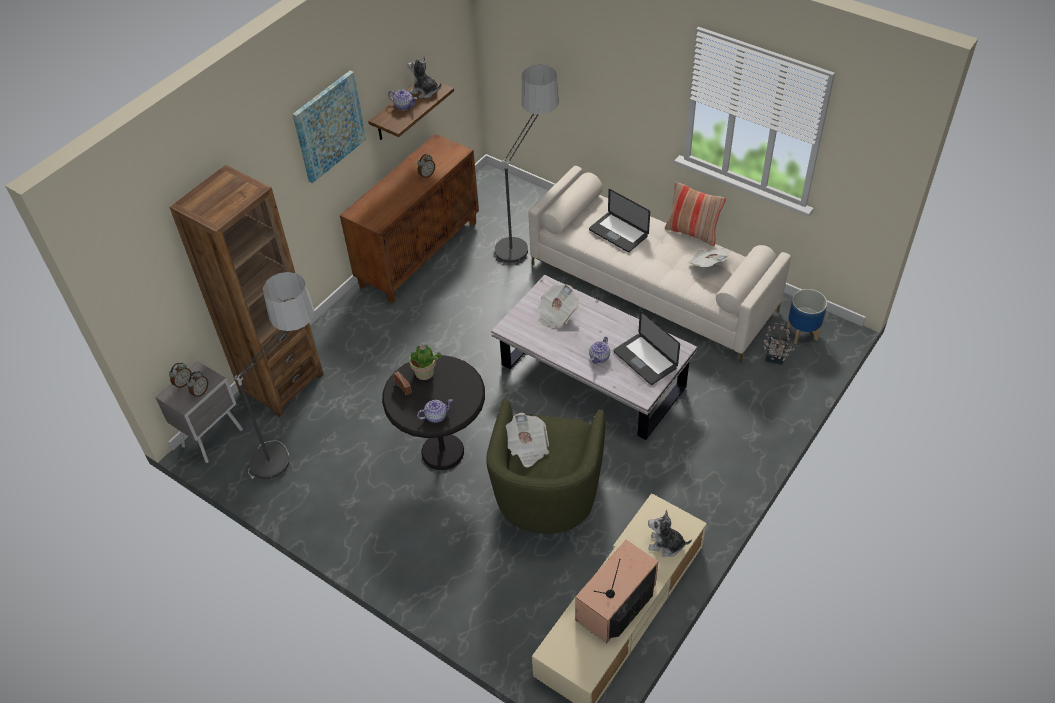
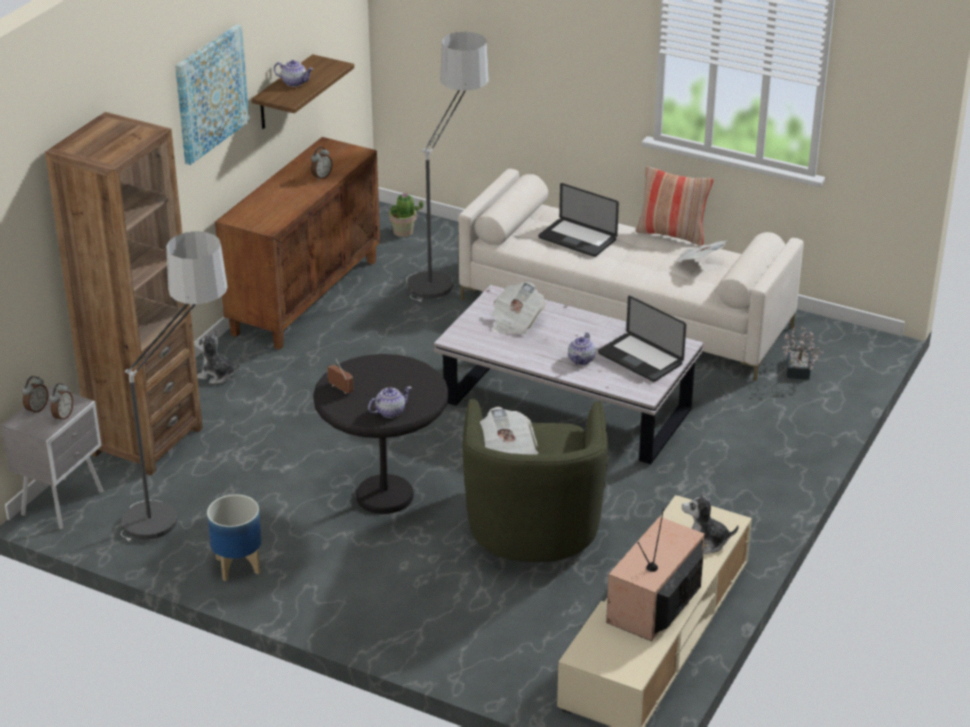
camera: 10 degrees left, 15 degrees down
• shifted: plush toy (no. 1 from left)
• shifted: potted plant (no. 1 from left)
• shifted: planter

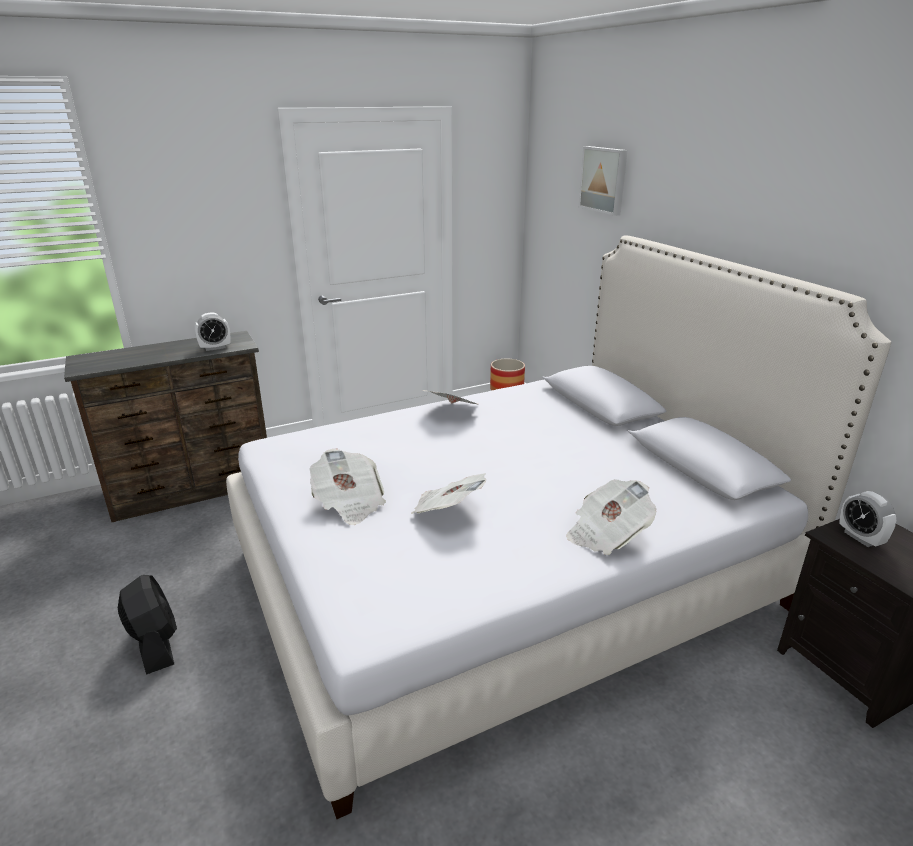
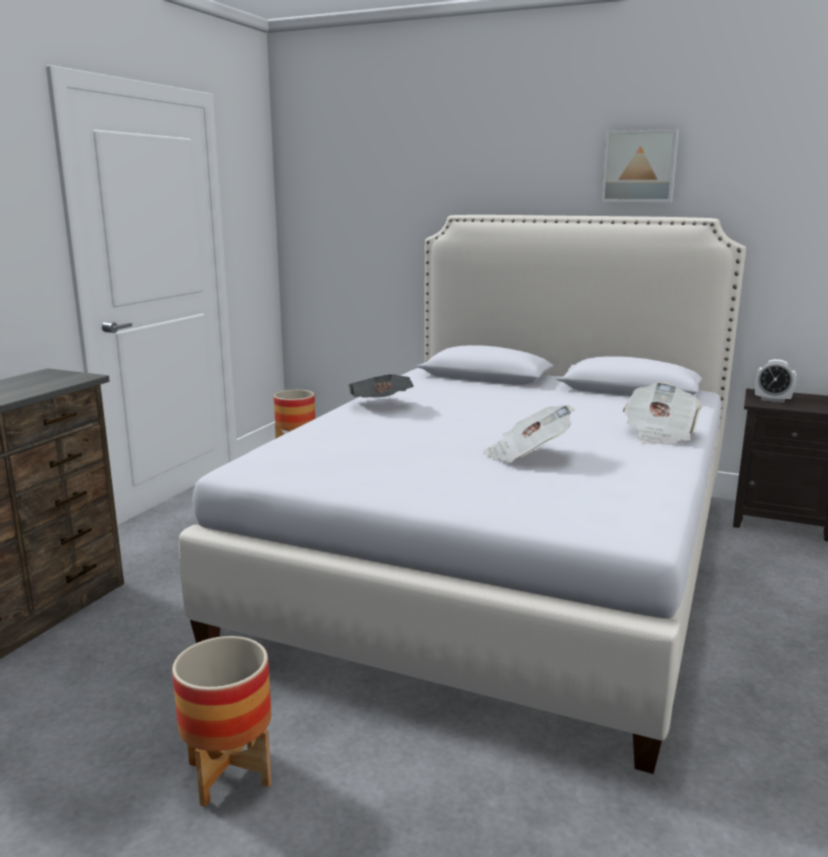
camera: 40 degrees left, 10 degrees down
• swapped: black fan to planter (no. 1 from left)
• gone: alarm clock (no. 1 from left)
• gone: newspaper (no. 1 from left)
• shifted: picture

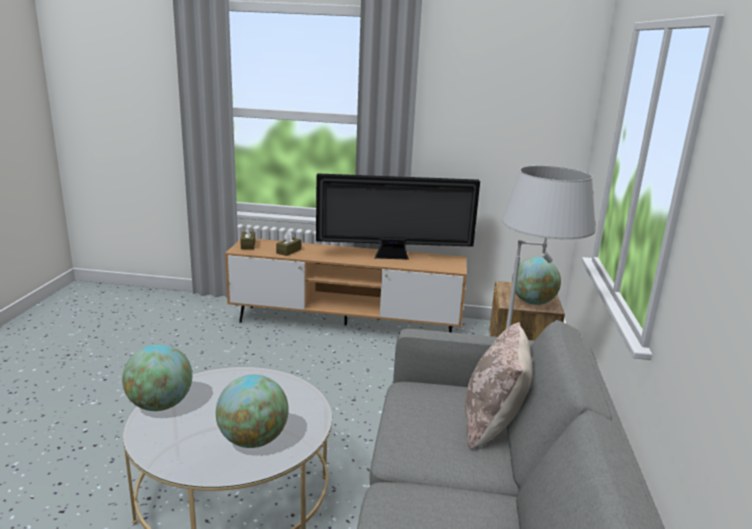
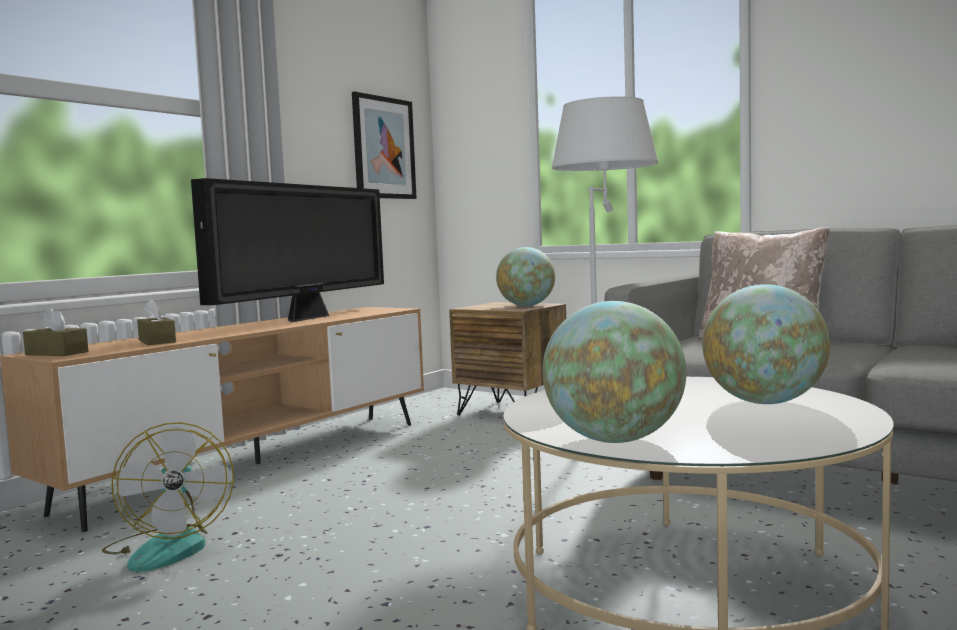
camera: 60 degrees left, 15 degrees down
• new: fan
• new: picture

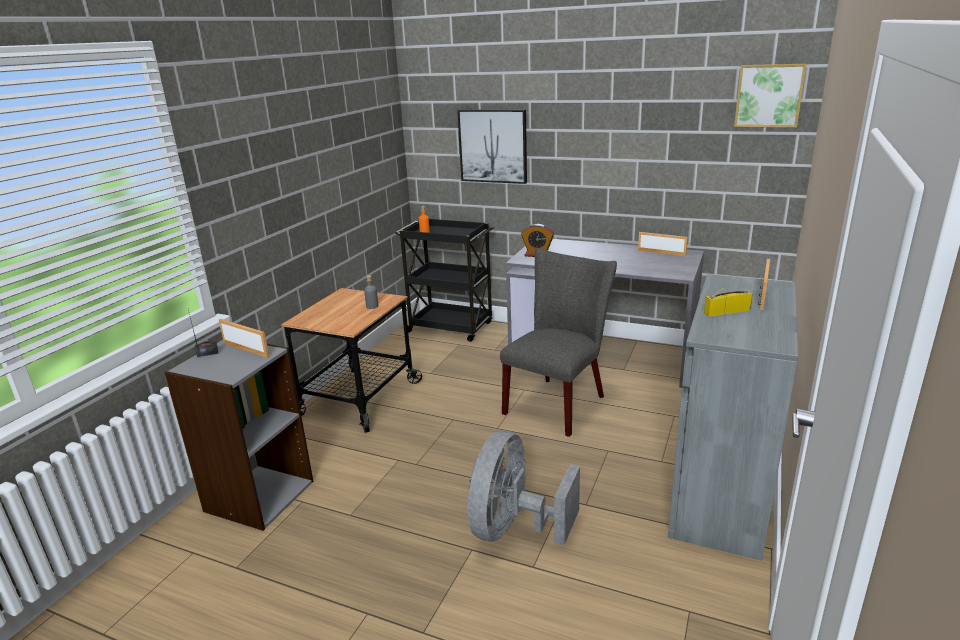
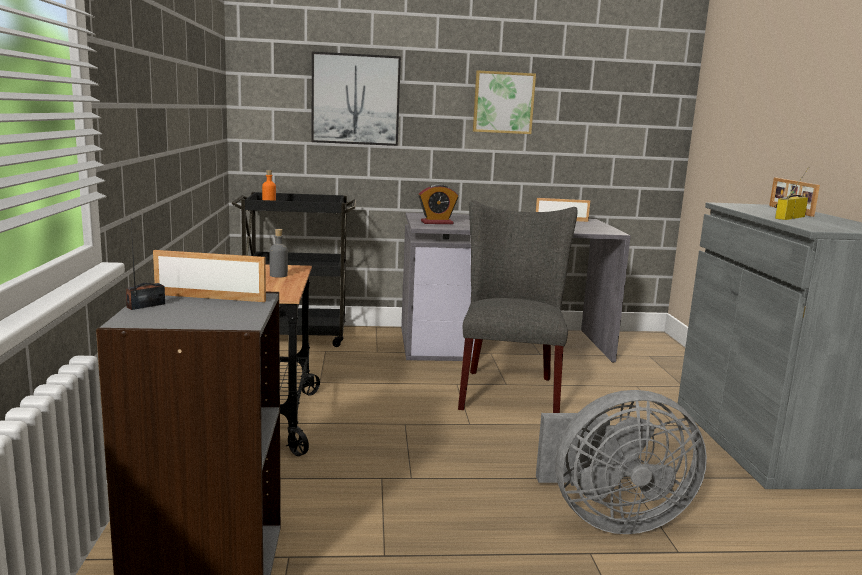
camera: 30 degrees left, 10 degrees down
• rotated: grey fan 90 degrees counterclockwise
• shifted: picture (no. 2 from left)

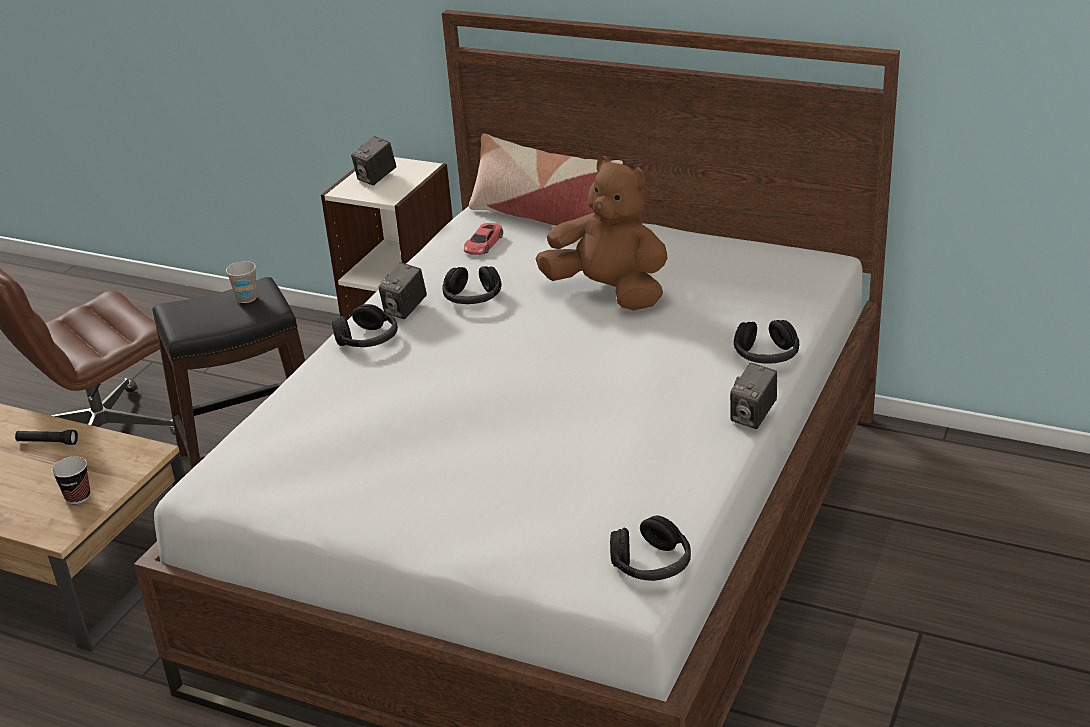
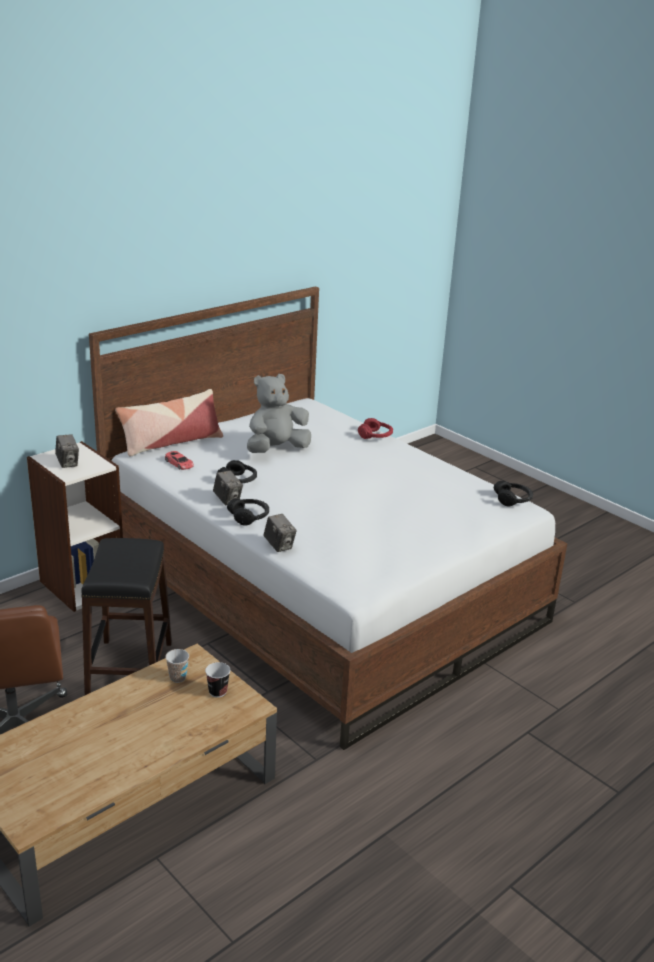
camera: 70 degrees left, 5 degrees down
• gone: black flashlight
• shifted: cup (no. 2 from left in the first image) to cup (no. 1 from left)
• repainted: brown plush toy to grey plush toy
• shifted: photo camera (no. 3 from left)
• repainted: black headphones (no. 4 from left) to red headphones

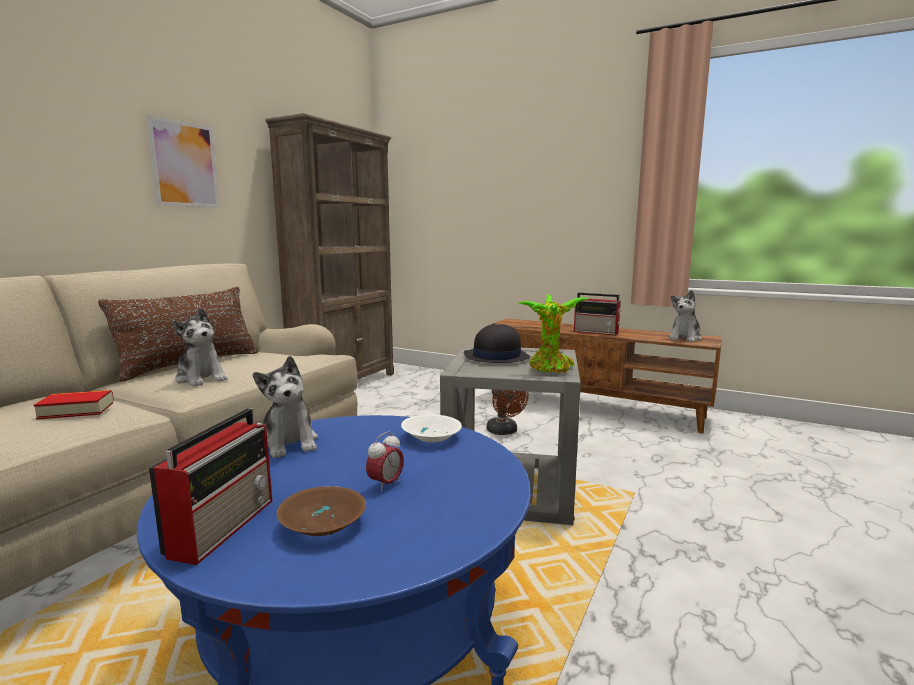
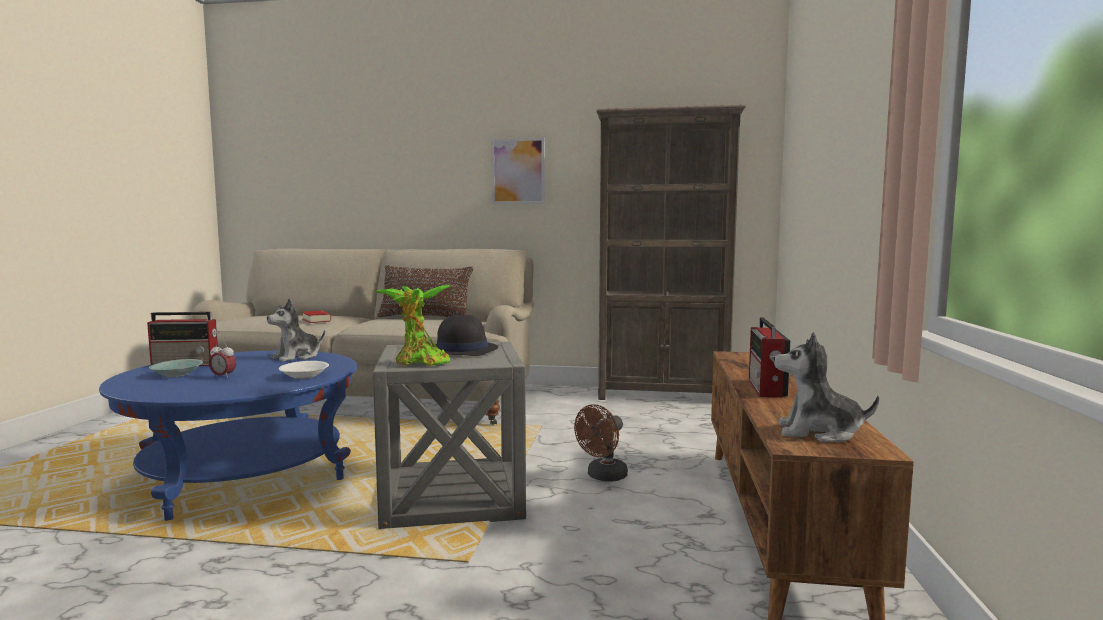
camera: 70 degrees right, 5 degrees down
• gone: plush toy (no. 1 from left)
• repainted: brown bowl to turquoise bowl

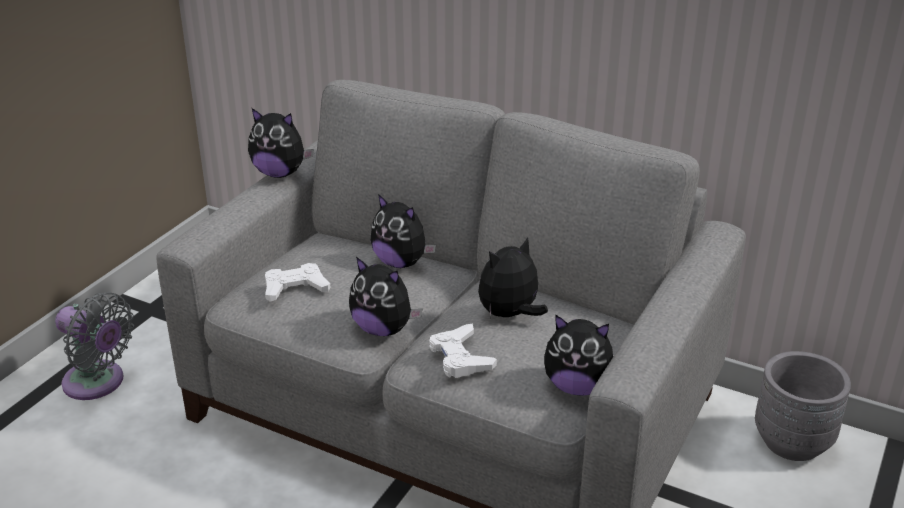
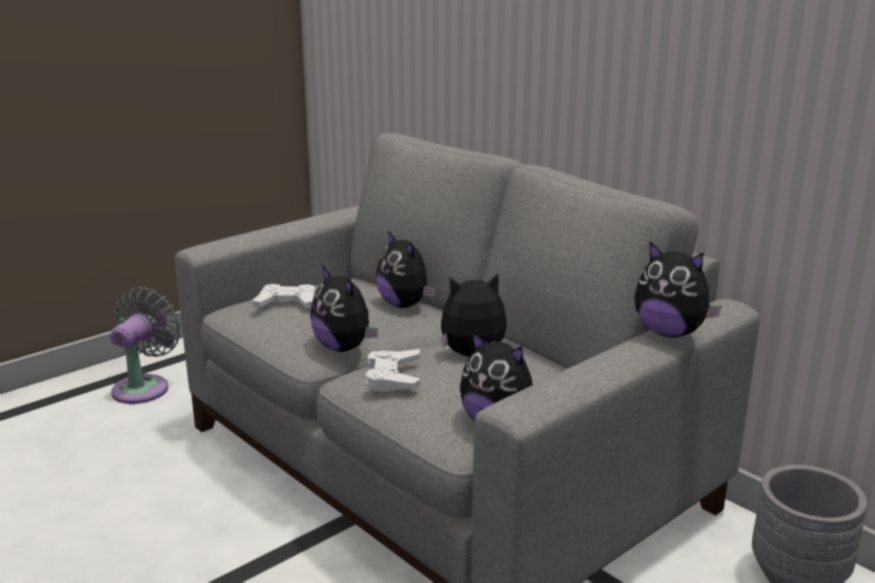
camera: 20 degrees right, 10 degrees down
• rotated: grey fan 120 degrees counterclockwise
• shifted: plush toy (no. 1 from left in the first image) to plush toy (no. 5 from left)

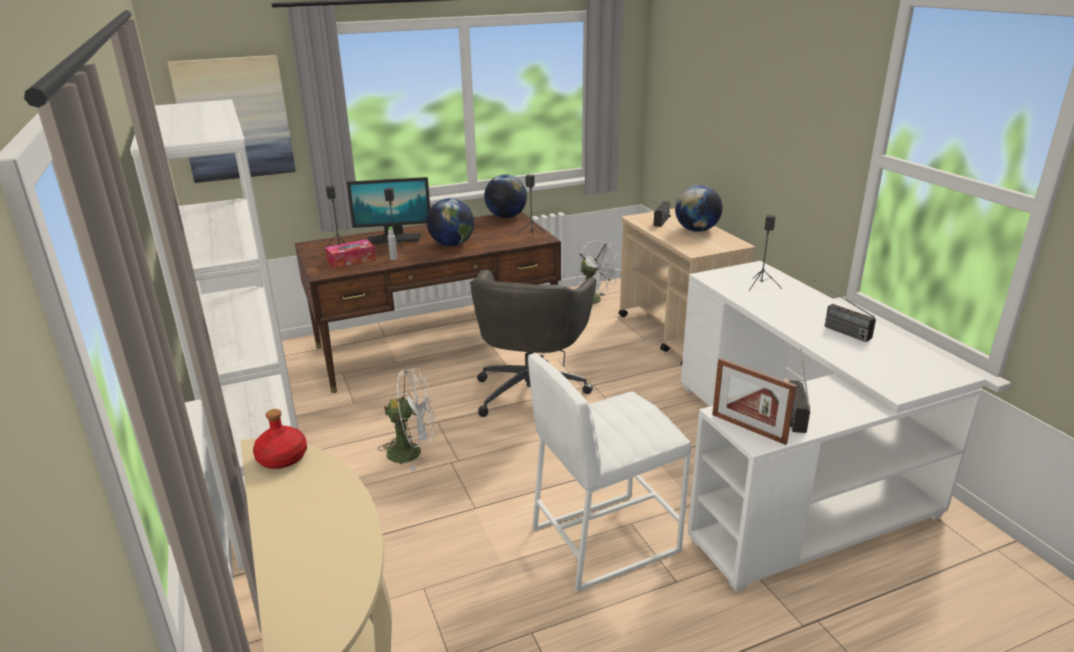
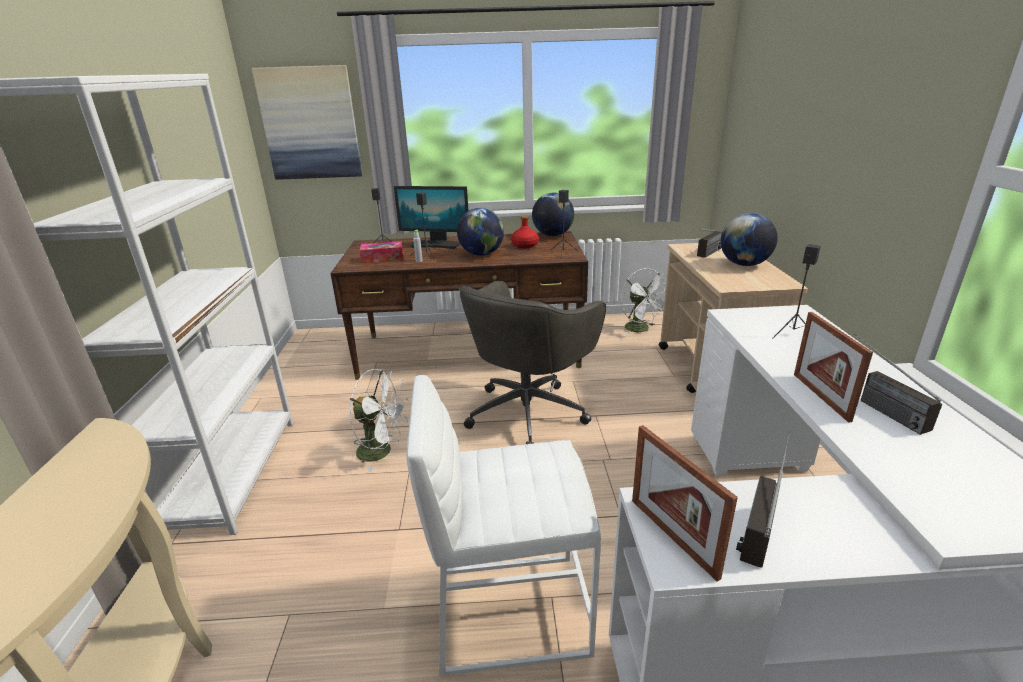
camera: 20 degrees right, 0 degrees up
• shifted: red bottle
• new: picture frame (no. 2 from left)

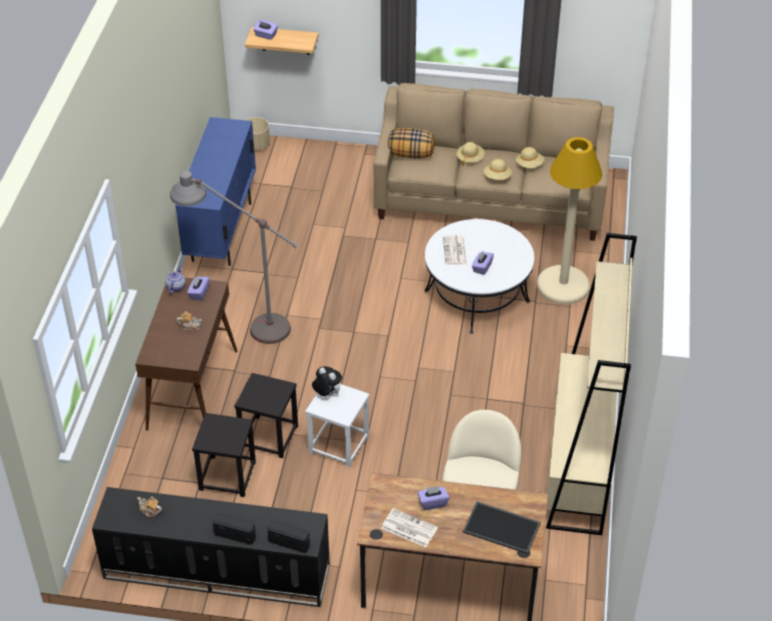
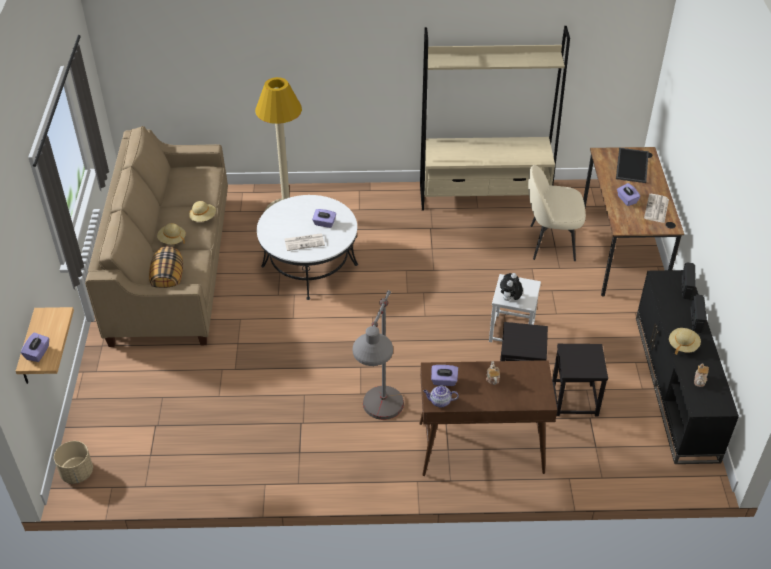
camera: 100 degrees left, 0 degrees up
• gone: blue cabinet
• shifted: beige hat (no. 3 from left)

